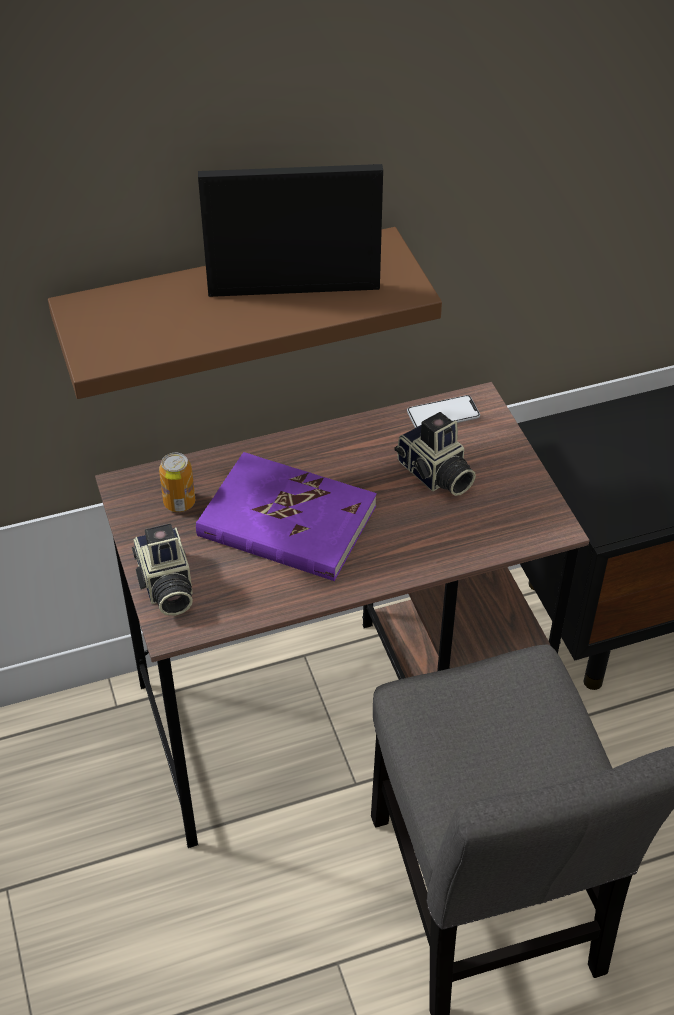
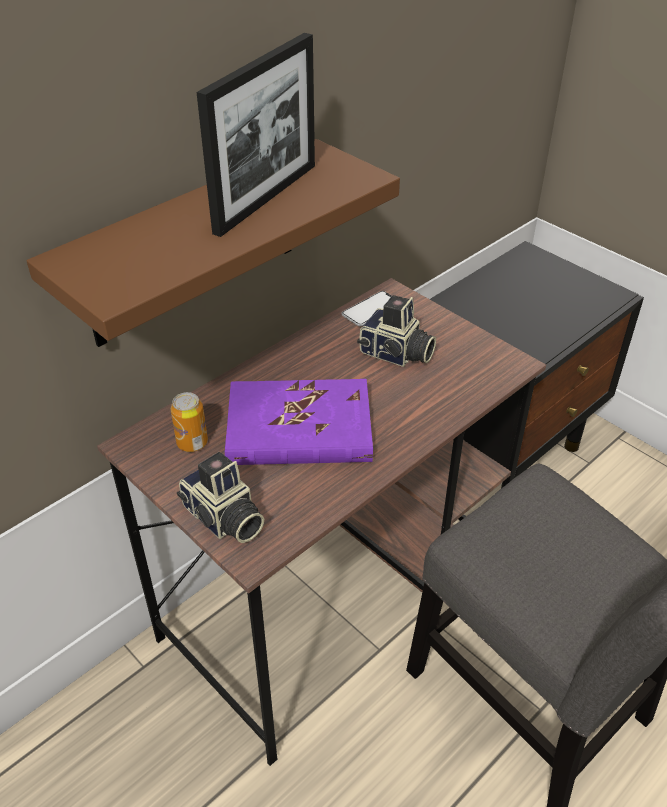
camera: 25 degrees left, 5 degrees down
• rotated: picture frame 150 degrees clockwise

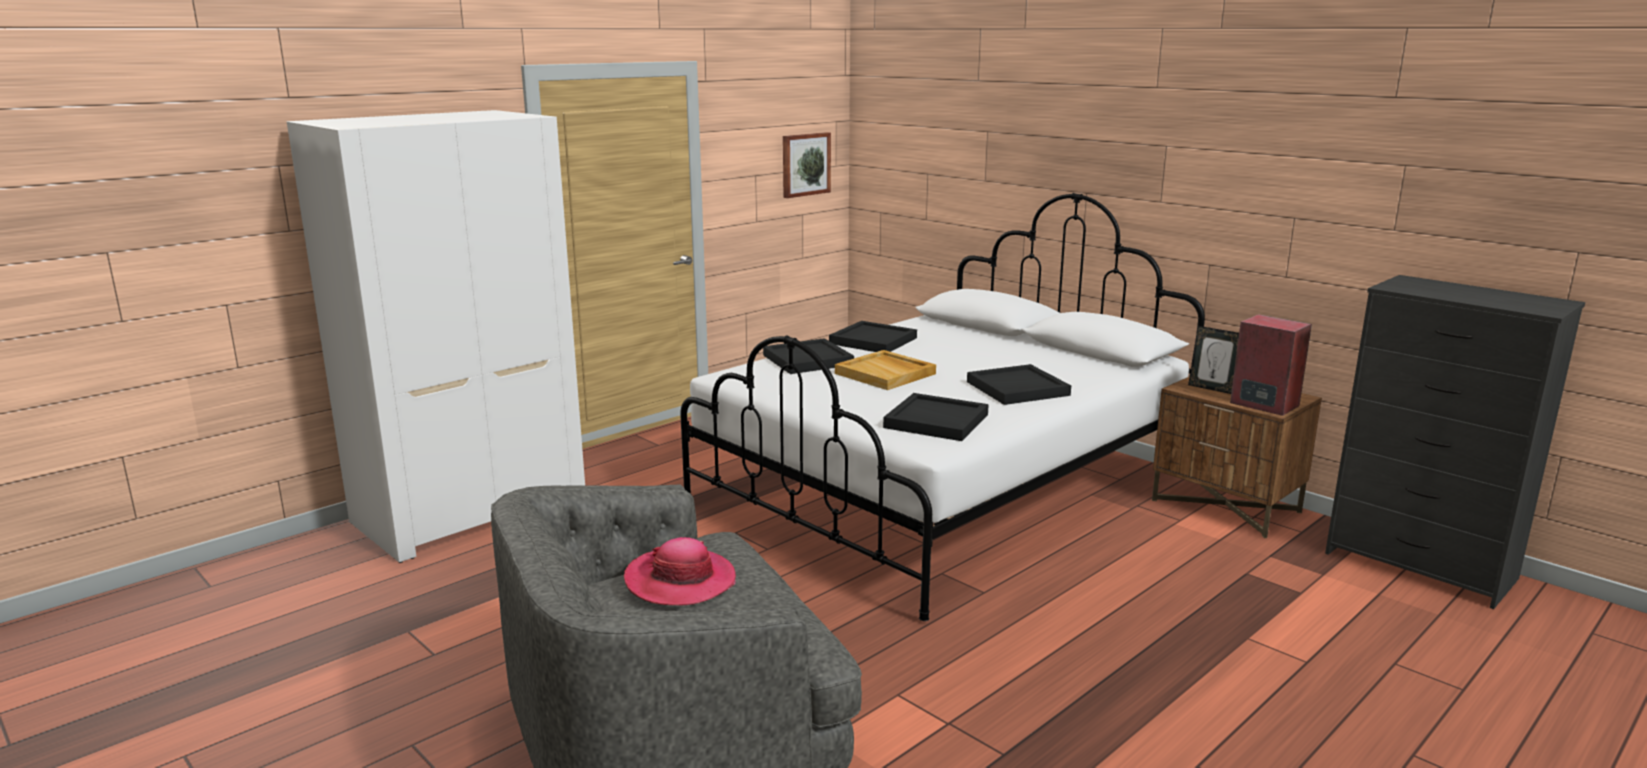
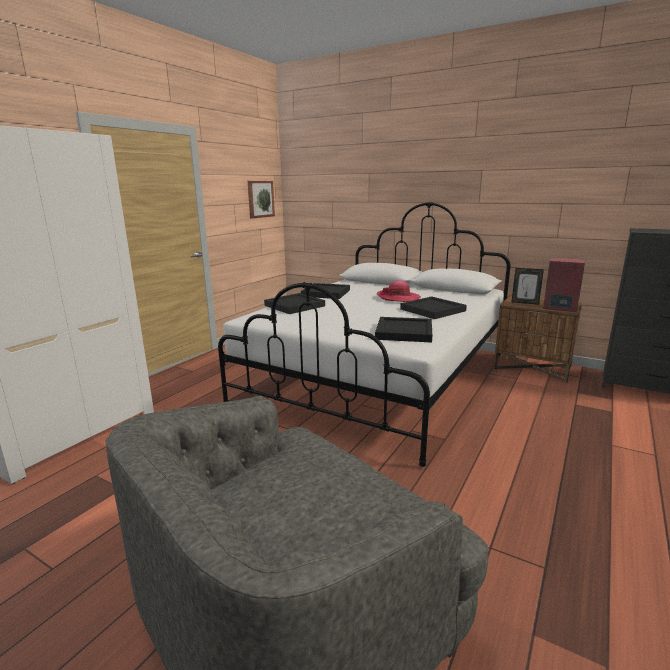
camera: 15 degrees left, 0 degrees up
• shifted: hat
• gone: beige tray

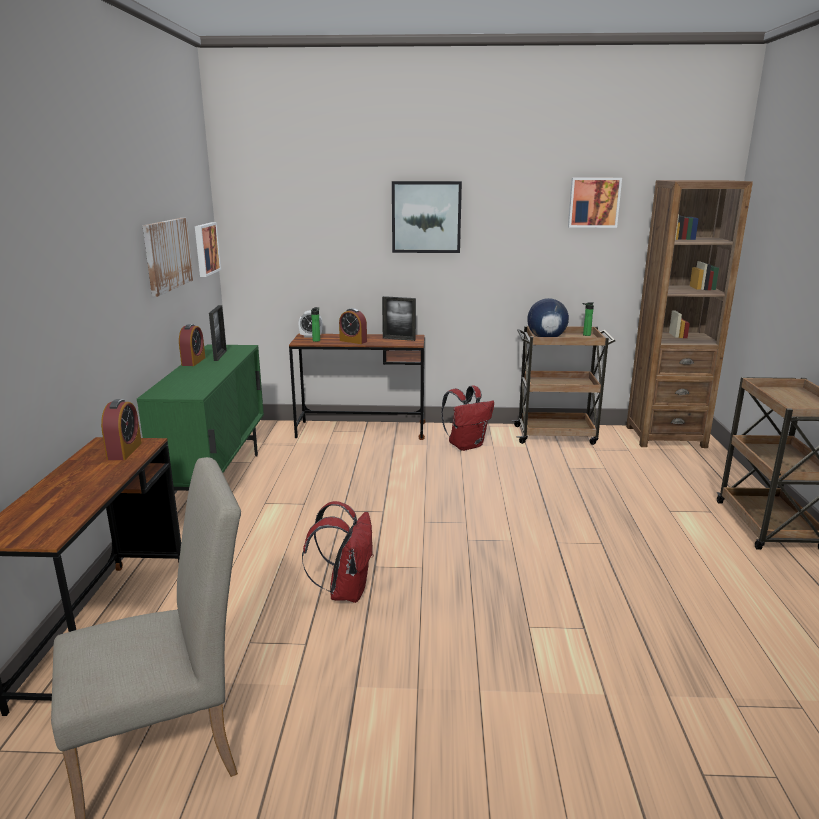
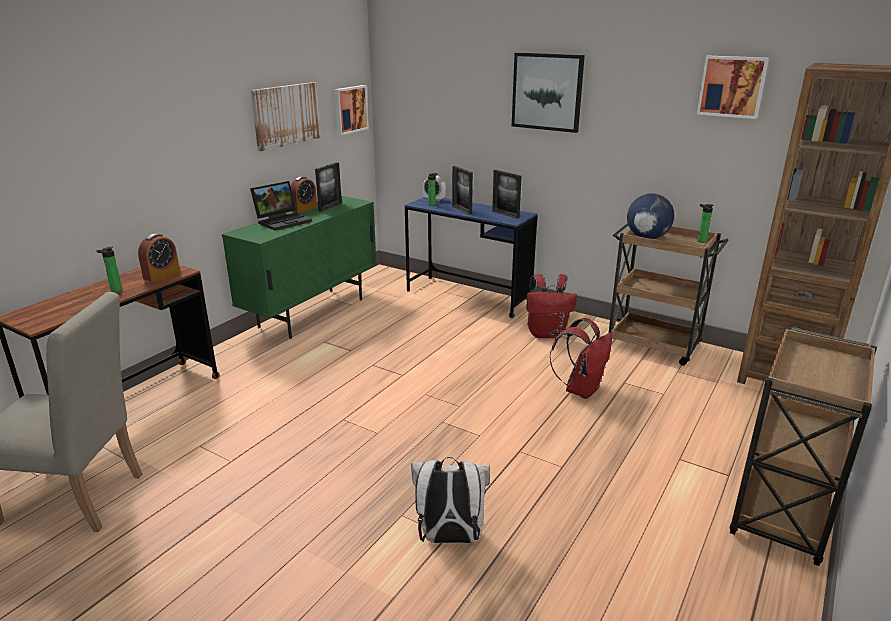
camera: 30 degrees right, 5 degrees up
• repainted: brown desk (no. 2 from left) to blue desk
• shifted: red backpack (no. 1 from left in the first image) to red backpack (no. 2 from left)
• swapped: alarm clock (no. 4 from left) to picture frame (no. 2 from left)
• new: bottle (no. 1 from left)
• new: laptop
• new: white backpack

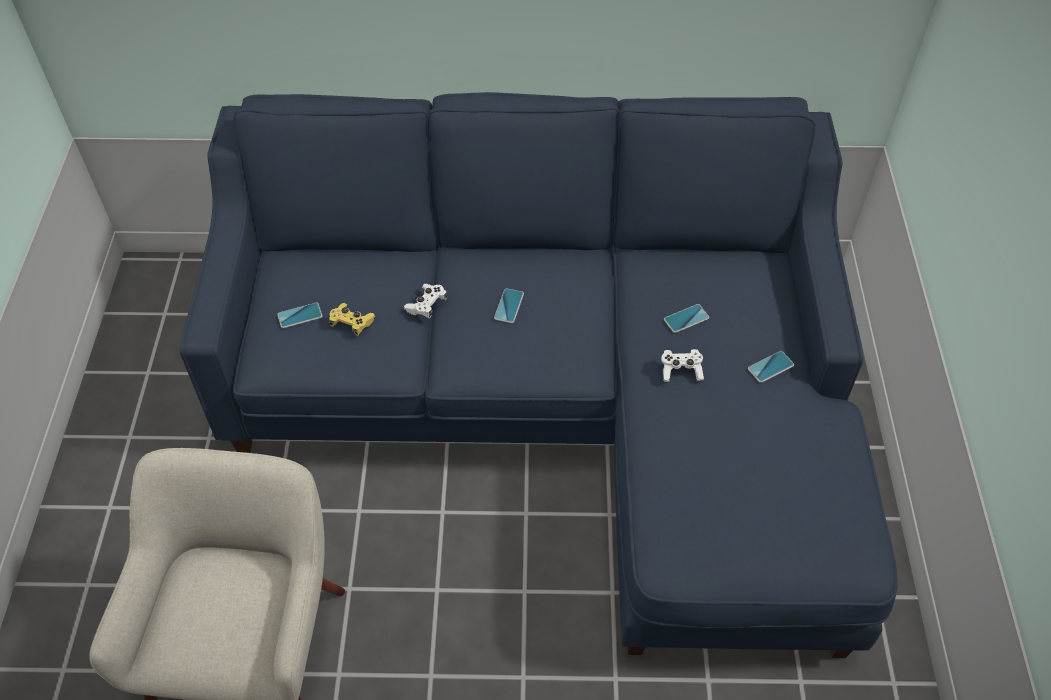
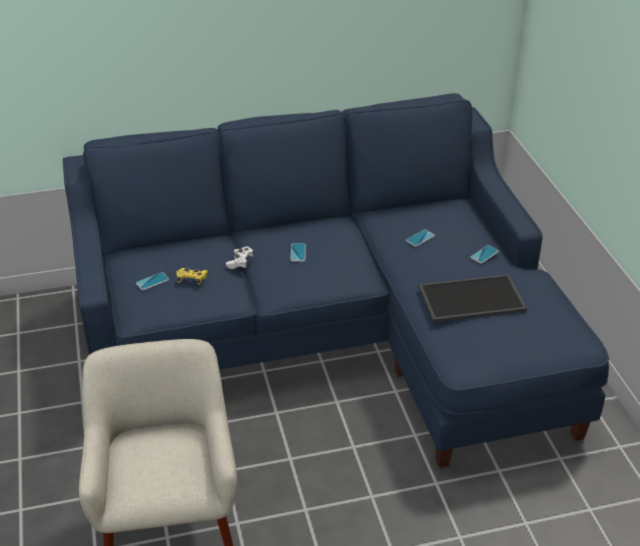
camera: 15 degrees left, 15 degrees down
• gone: white game controller (no. 2 from left)
• new: tray

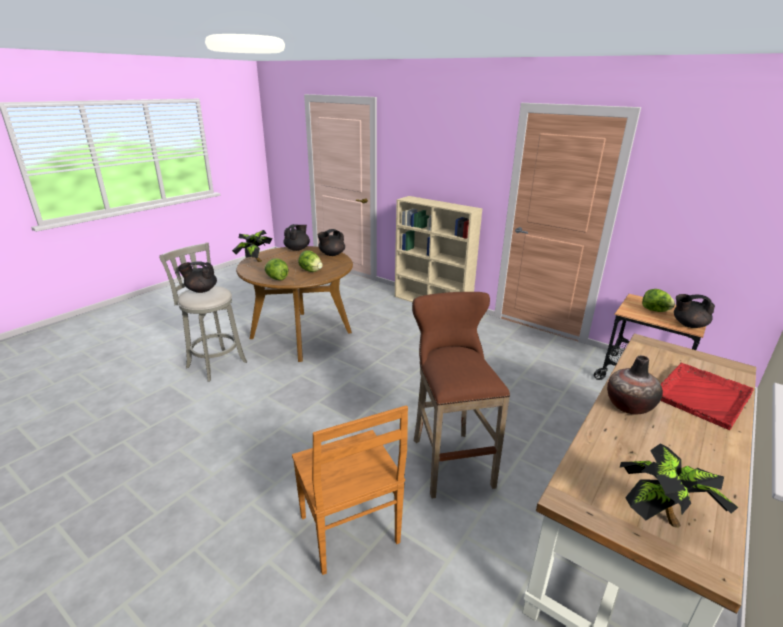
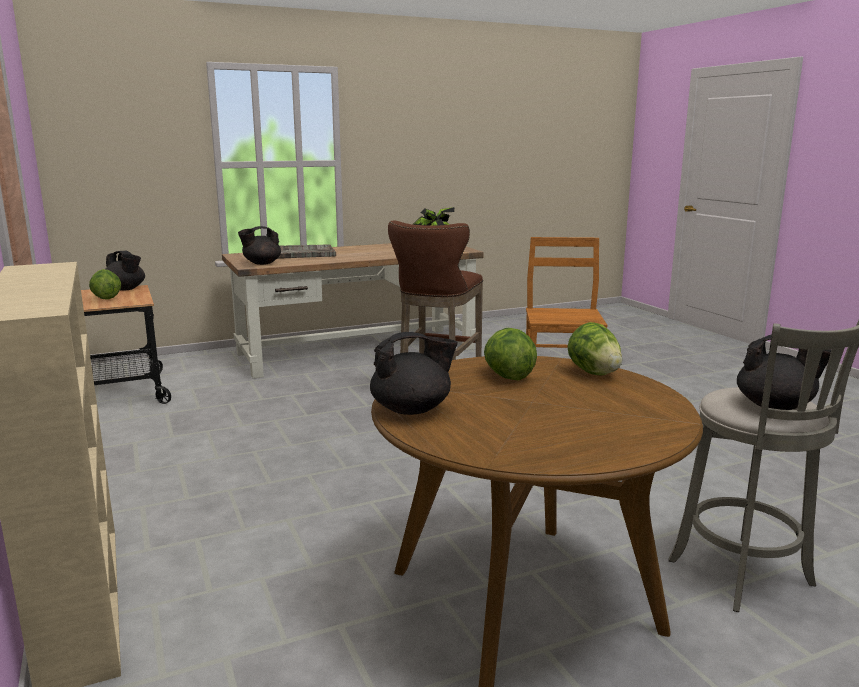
camera: 150 degrees left, 10 degrees down
• gone: potted plant (no. 1 from left)
• shifted: black teapot (no. 2 from left)
• gone: vase
• repainted: red tray to grey tray

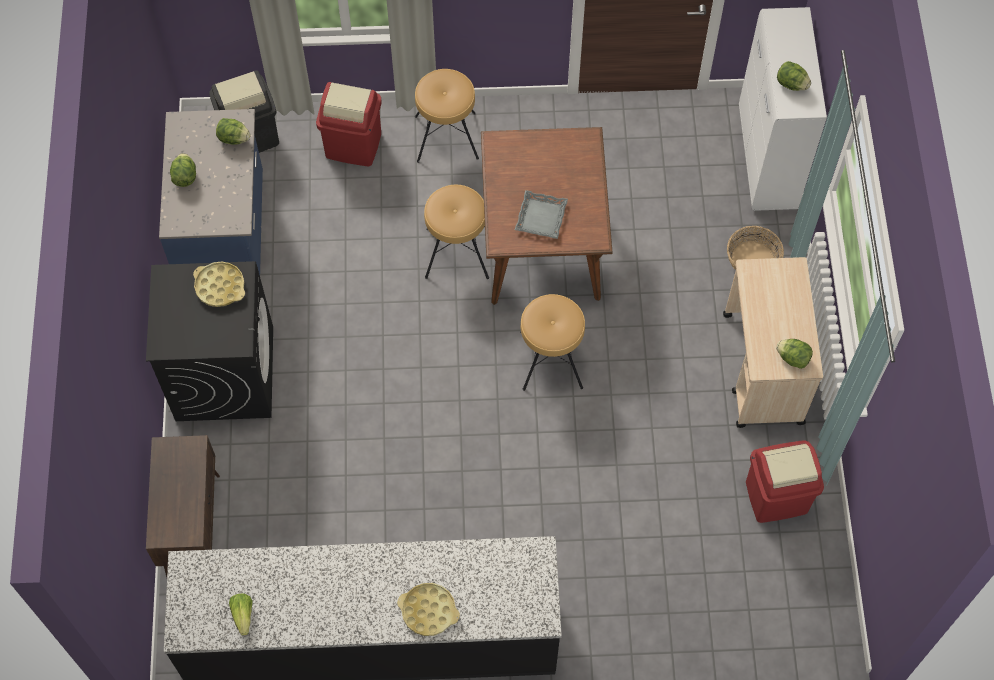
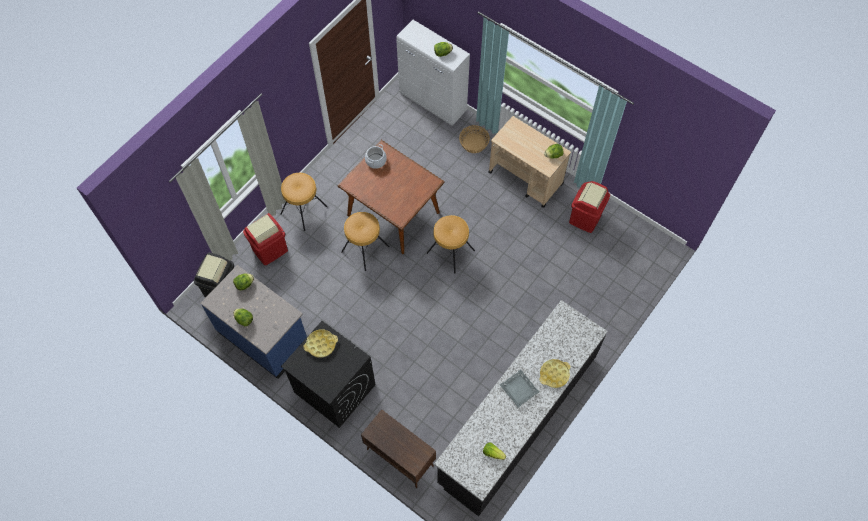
camera: 50 degrees left, 0 degrees up
• shifted: grey tray
• new: cooking pot

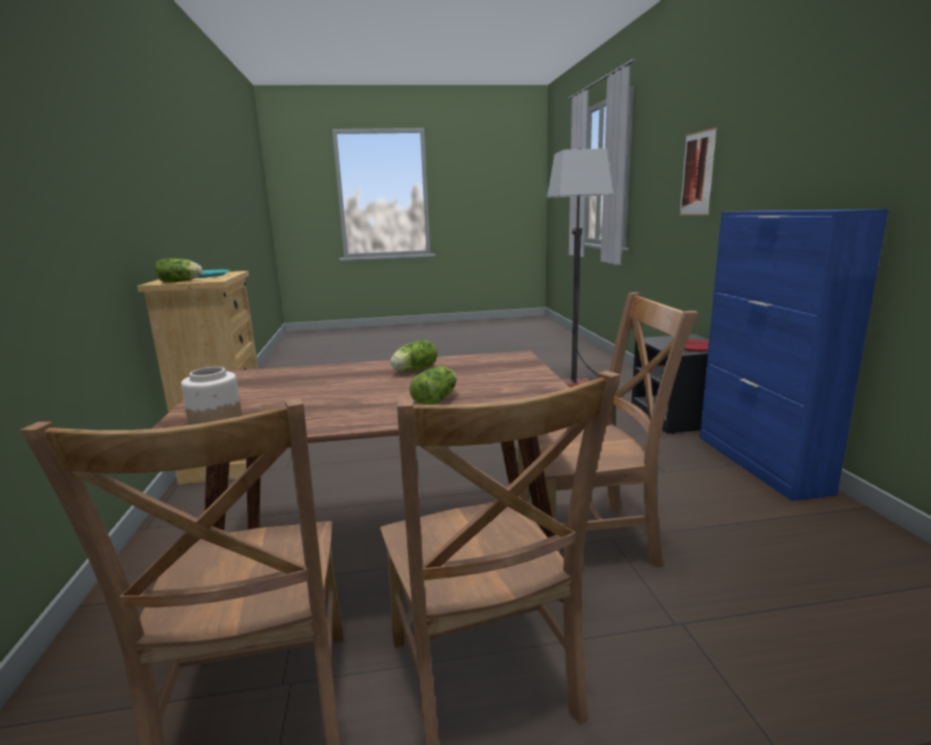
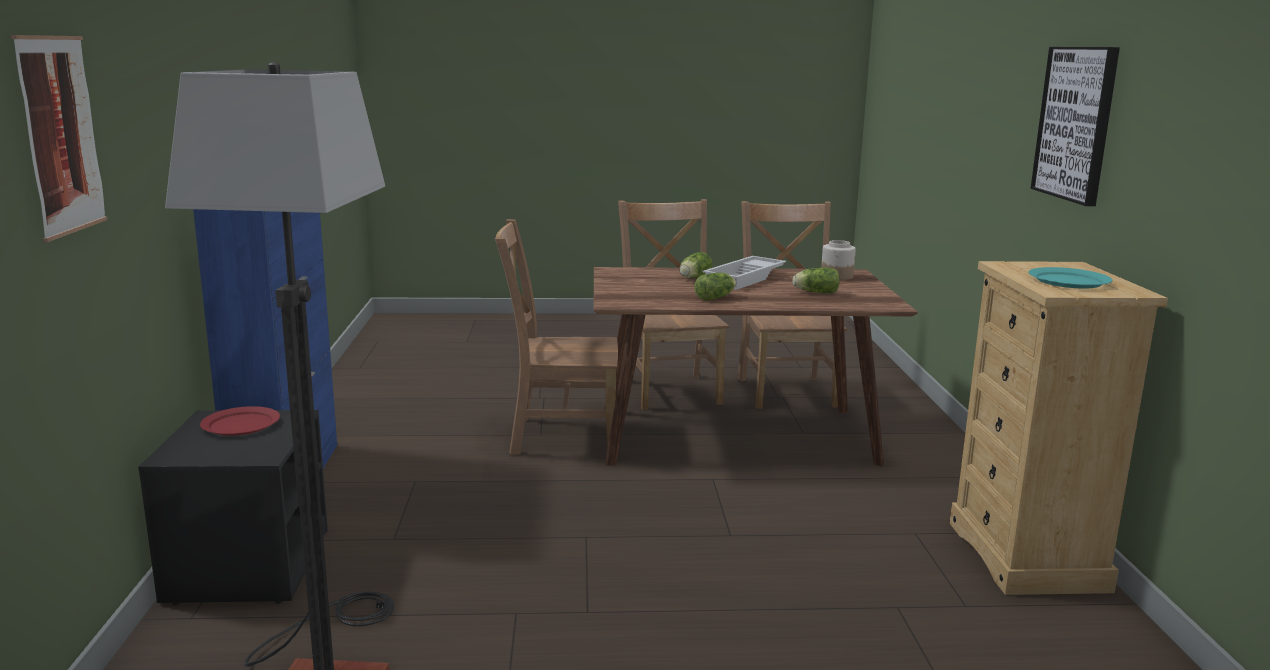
camera: 175 degrees left, 0 degrees up
• shifted: lettuce (no. 1 from left in the first image) to lettuce (no. 3 from left)
• new: white tray
• new: picture (no. 2 from left)

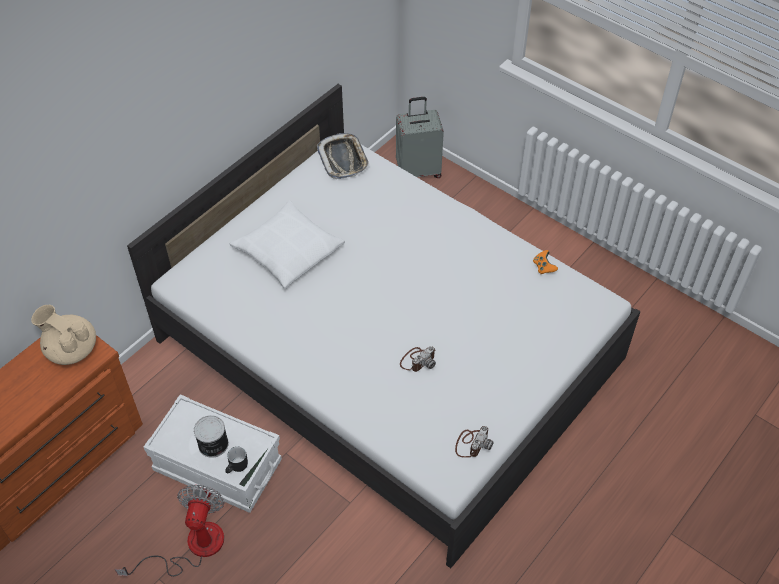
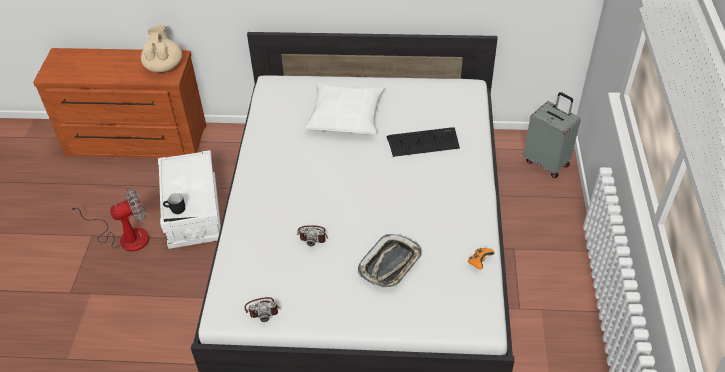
camera: 55 degrees right, 5 degrees down
• gone: can
• shifted: tray
• new: keyboard

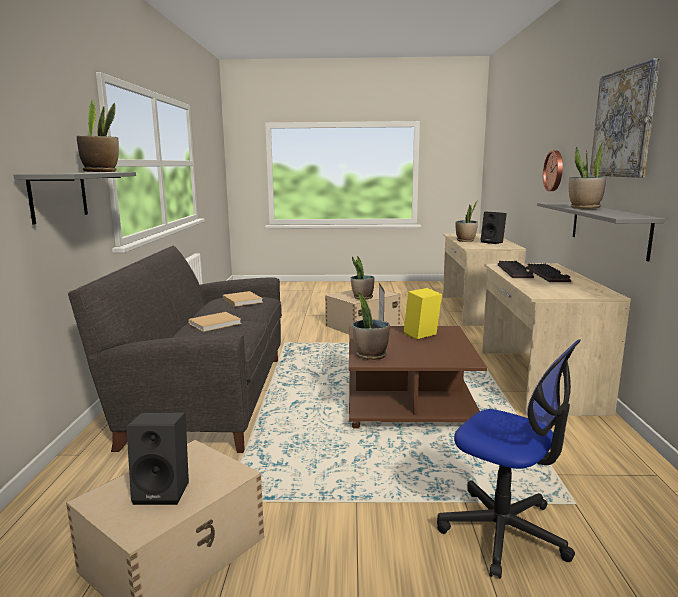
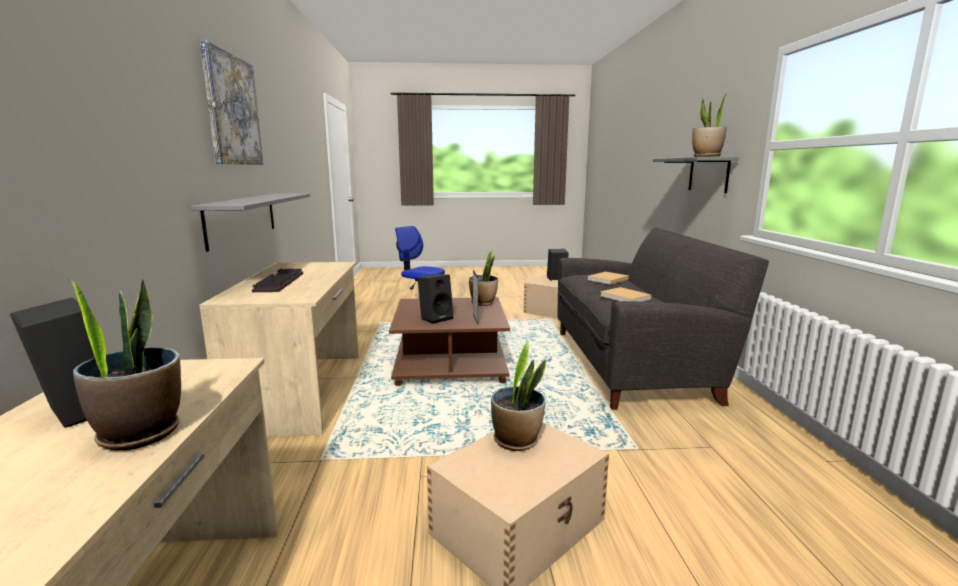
camera: 175 degrees right, 0 degrees up
• repainted: yellow speaker to black speaker (no. 2 from left)
• gone: keyboard (no. 1 from left)
• gone: wall clock
• gone: potted plant (no. 5 from left)

